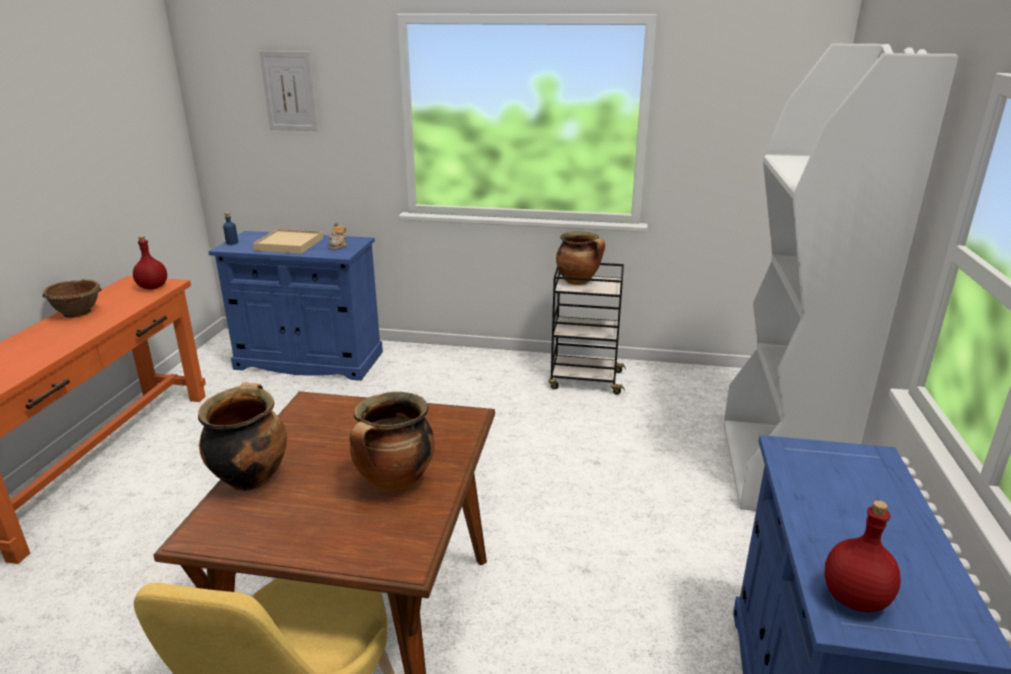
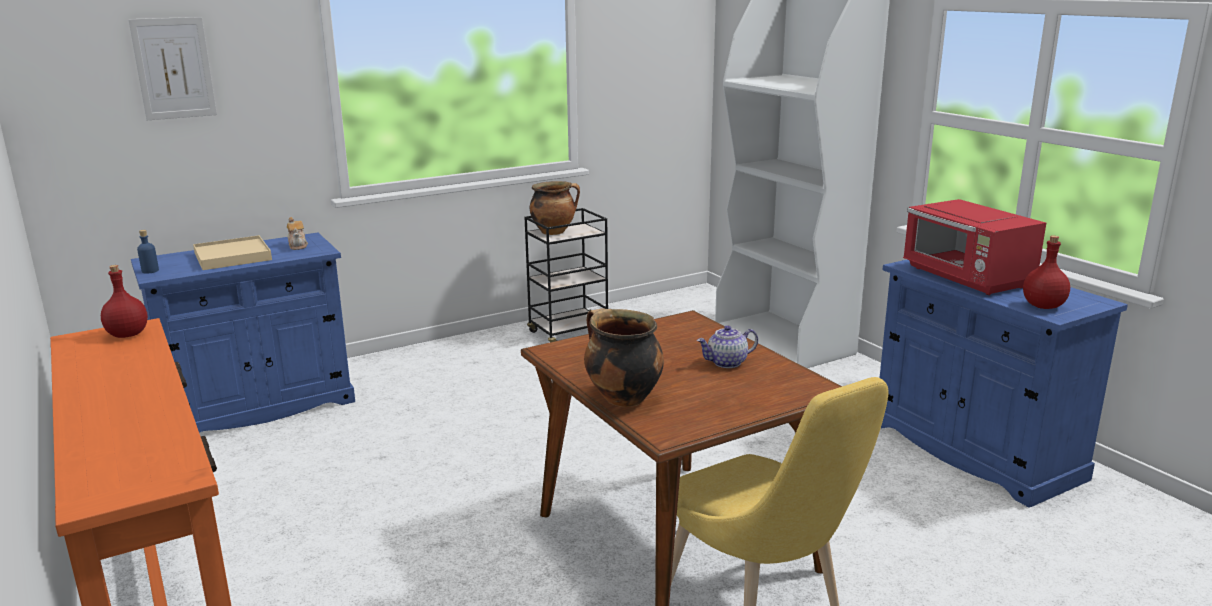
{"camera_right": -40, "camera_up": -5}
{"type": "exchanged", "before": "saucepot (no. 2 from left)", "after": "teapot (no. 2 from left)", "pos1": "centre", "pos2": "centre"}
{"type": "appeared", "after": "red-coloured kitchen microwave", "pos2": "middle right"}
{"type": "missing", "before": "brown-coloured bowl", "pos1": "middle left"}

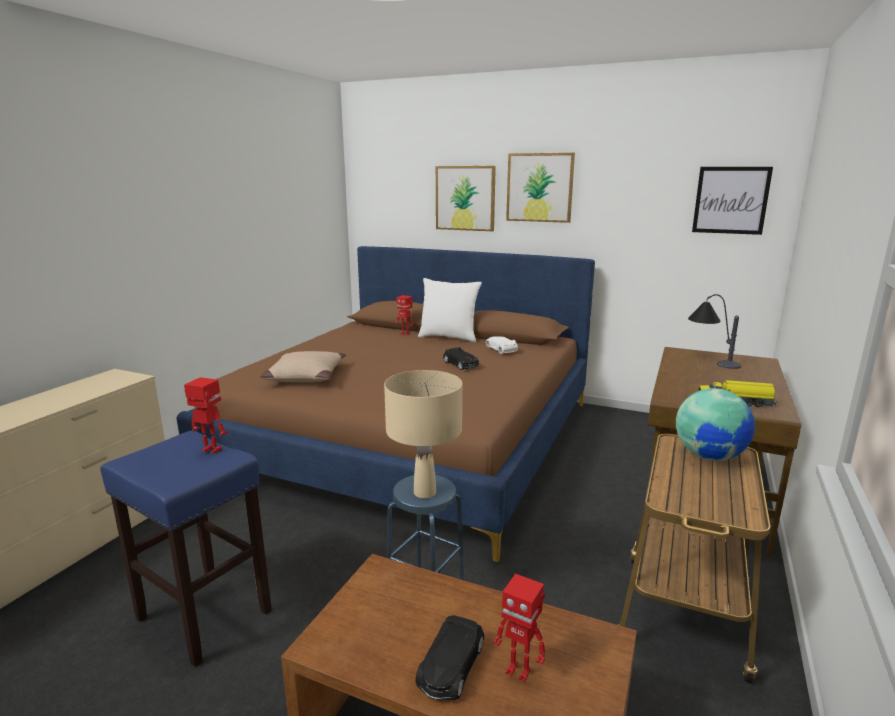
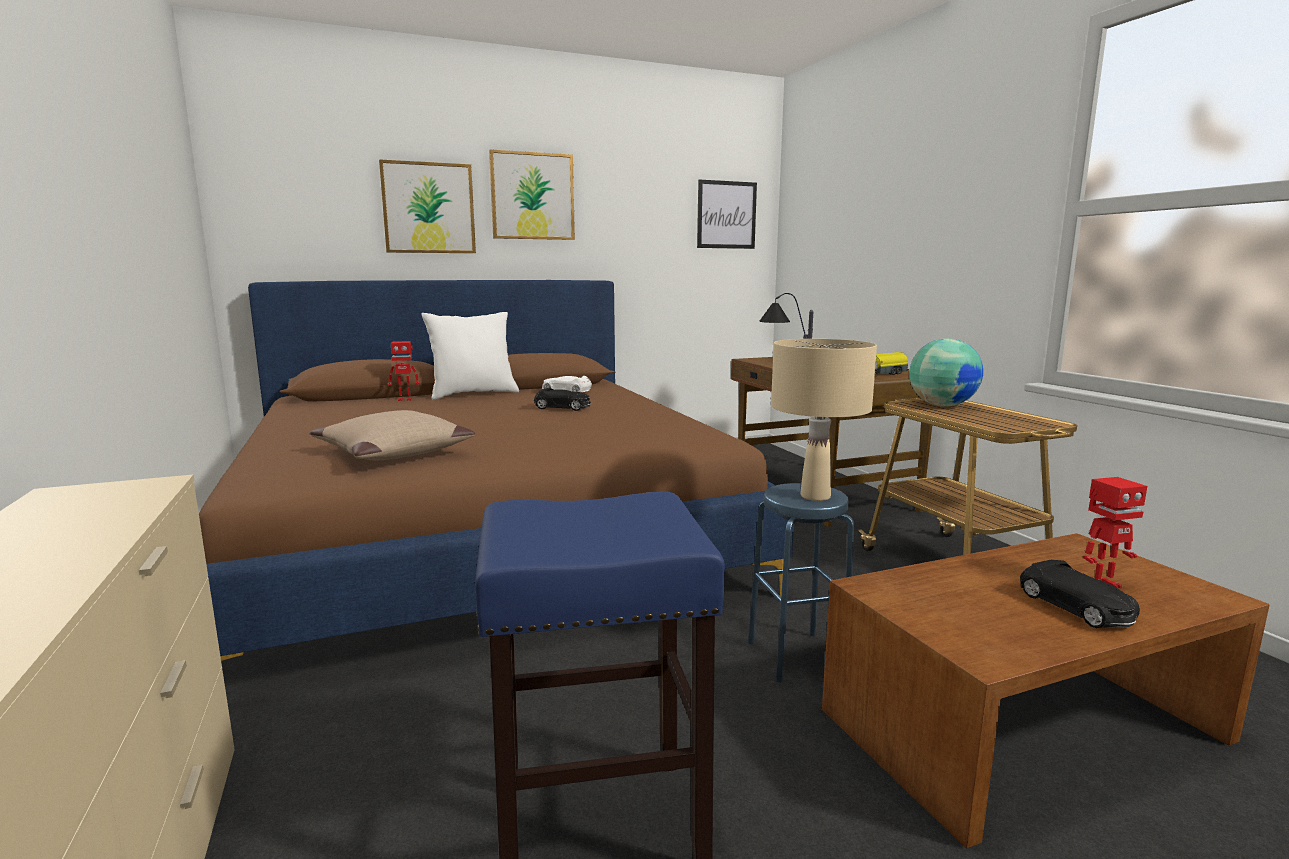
{"camera_right": -45, "camera_up": -5}
{"type": "missing", "before": "model robot (no. 1 from left)", "pos1": "middle left"}

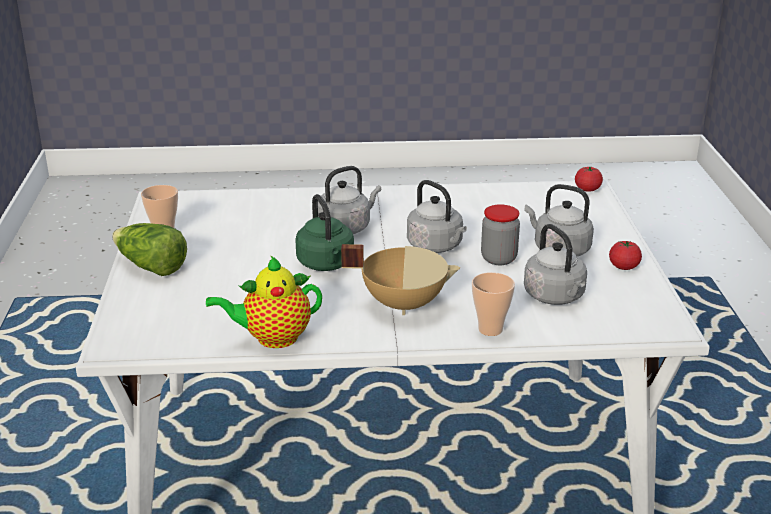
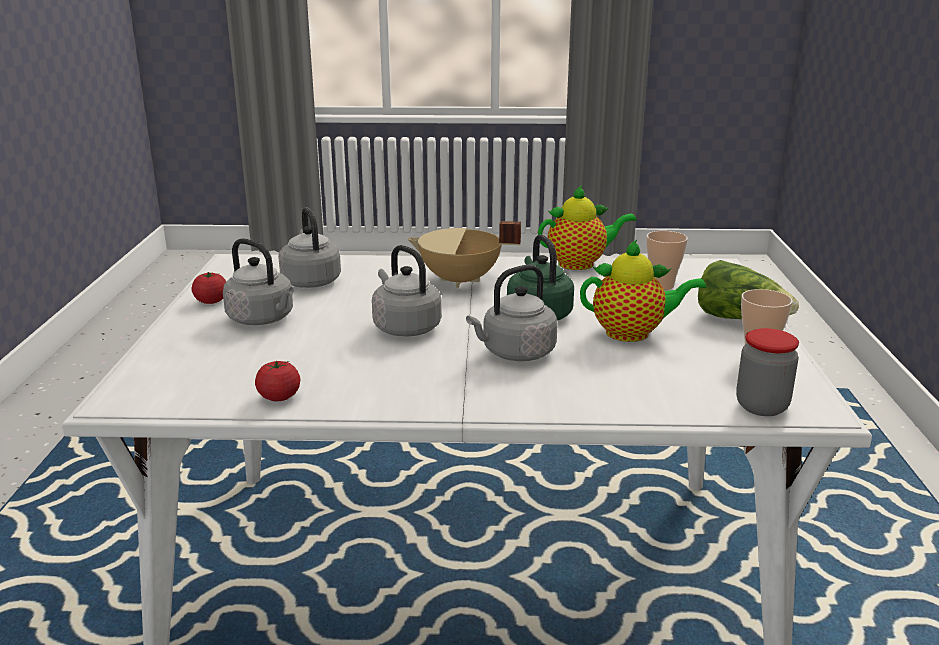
{"camera_right": -175, "camera_up": -5}
{"type": "relocated", "before": "tomato (no. 1 from left in the first image)", "after": "tomato (no. 2 from left)", "pos1": "middle right", "pos2": "middle left"}
{"type": "appeared", "after": "teapot (no. 2 from left)", "pos2": "middle right"}
{"type": "relocated", "before": "cup (no. 2 from left in the first image)", "after": "cup (no. 1 from left)", "pos1": "centre", "pos2": "middle right"}
{"type": "relocated", "before": "jar", "pos1": "centre", "pos2": "middle right"}

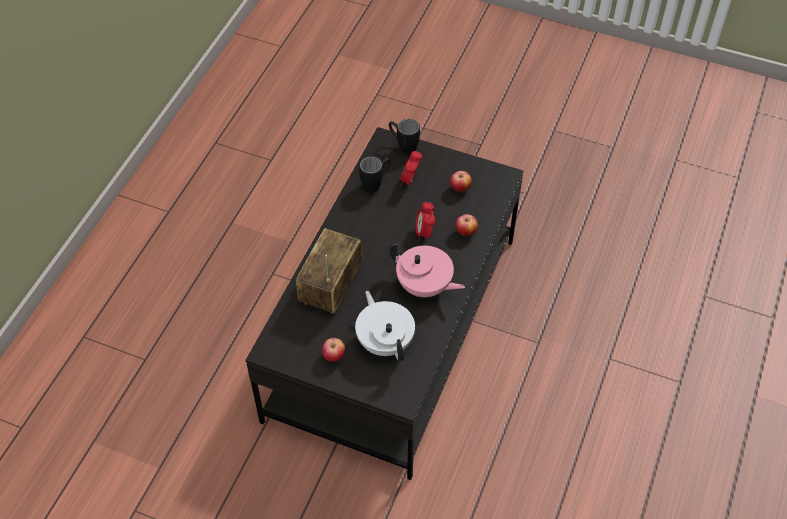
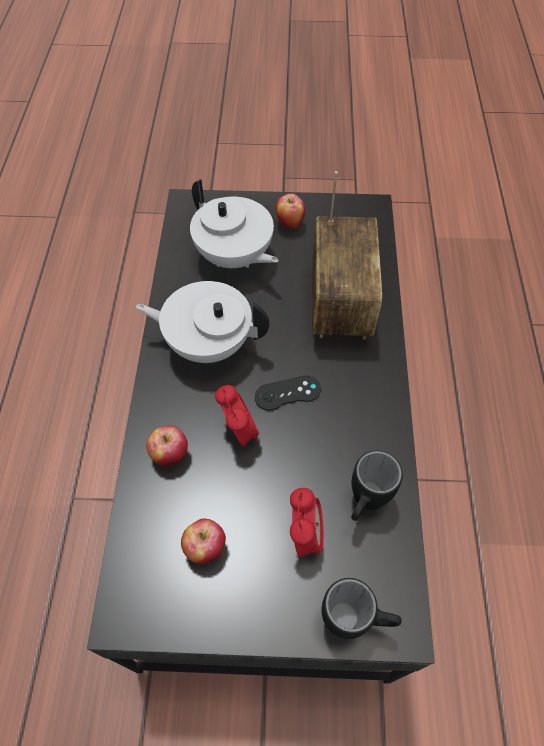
{"camera_right": 160, "camera_up": 5}
{"type": "colour", "before": "pinkish teapot", "after": "white teapot (no. 1 from left)", "pos1": "centre", "pos2": "centre"}
{"type": "appeared", "after": "black gamepad", "pos2": "centre"}

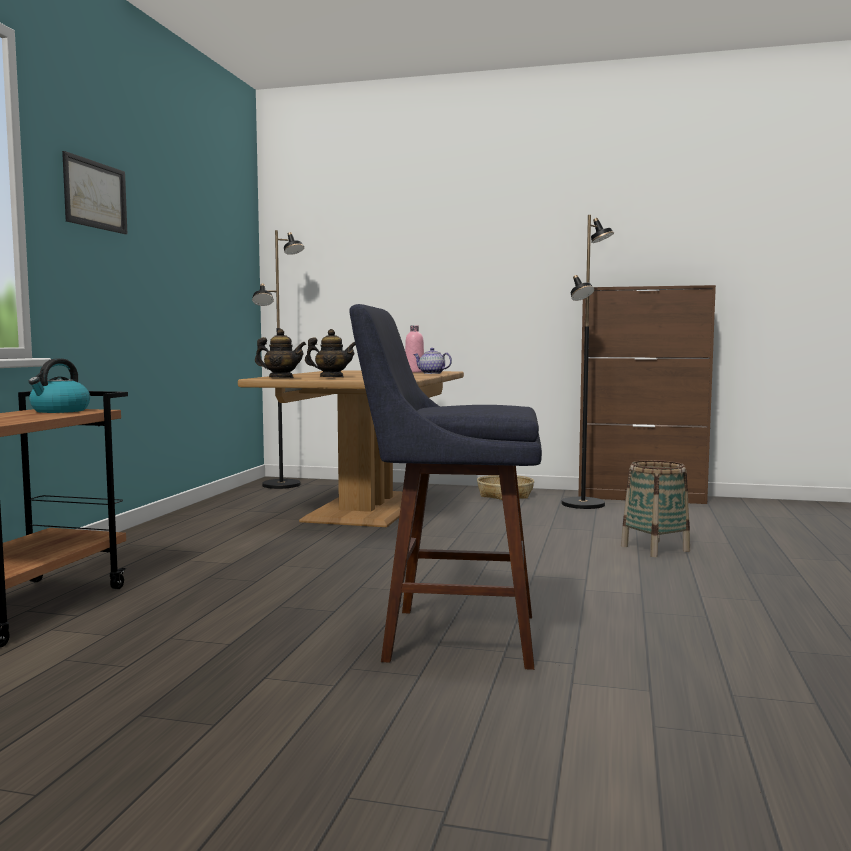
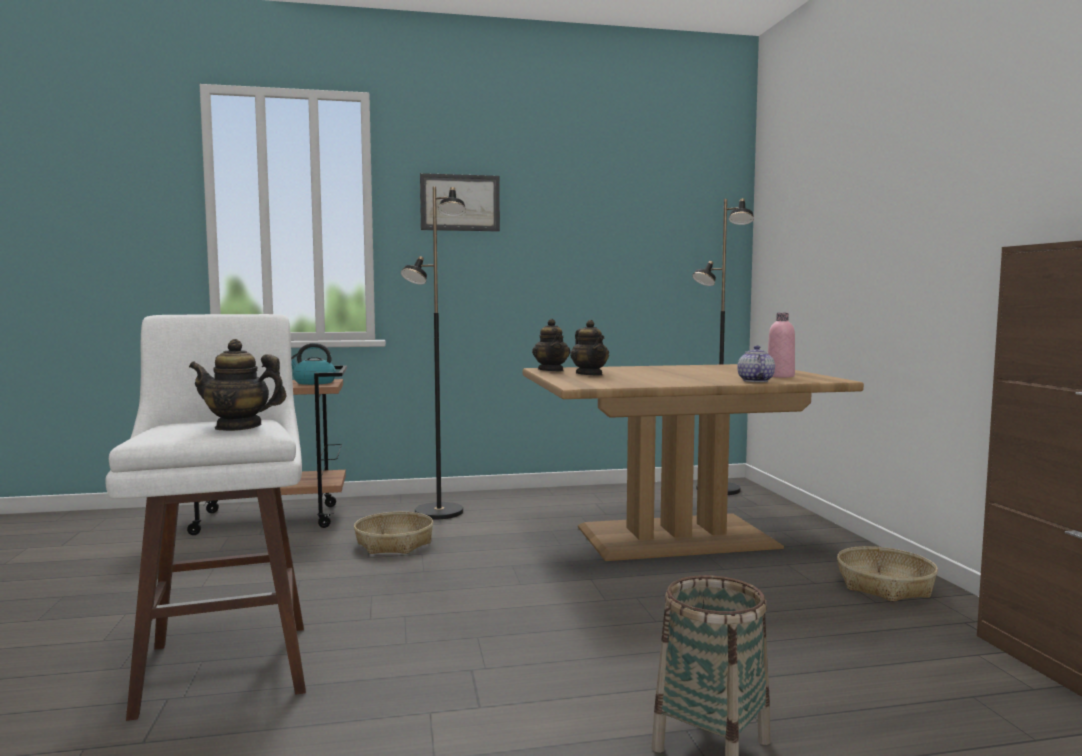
{"camera_right": 65, "camera_up": 0}
{"type": "colour", "before": "blue stool seat", "after": "white stool seat", "pos1": "centre", "pos2": "bottom left"}
{"type": "appeared", "after": "teapot (no. 1 from left)", "pos2": "middle left"}
{"type": "appeared", "after": "household basket (no. 1 from left)", "pos2": "bottom centre"}
{"type": "relocated", "before": "black standard lamp (no. 2 from left in the first image)", "after": "black standard lamp (no. 1 from left)", "pos1": "middle right", "pos2": "centre"}

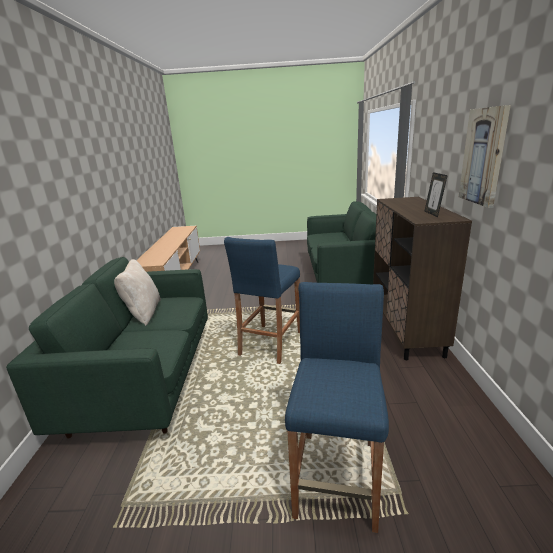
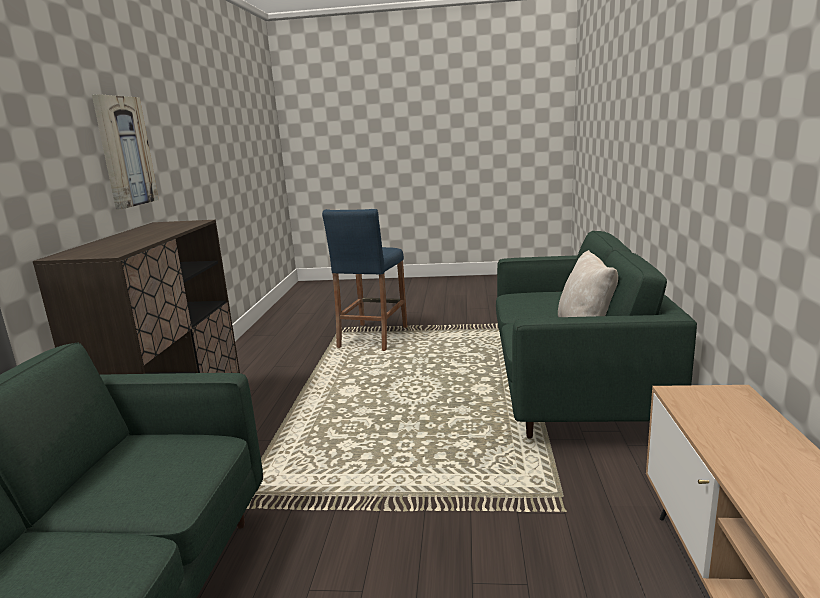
{"camera_right": -175, "camera_up": -5}
{"type": "missing", "before": "blue stool seat (no. 1 from left)", "pos1": "centre"}
{"type": "missing", "before": "photo frame", "pos1": "middle right"}

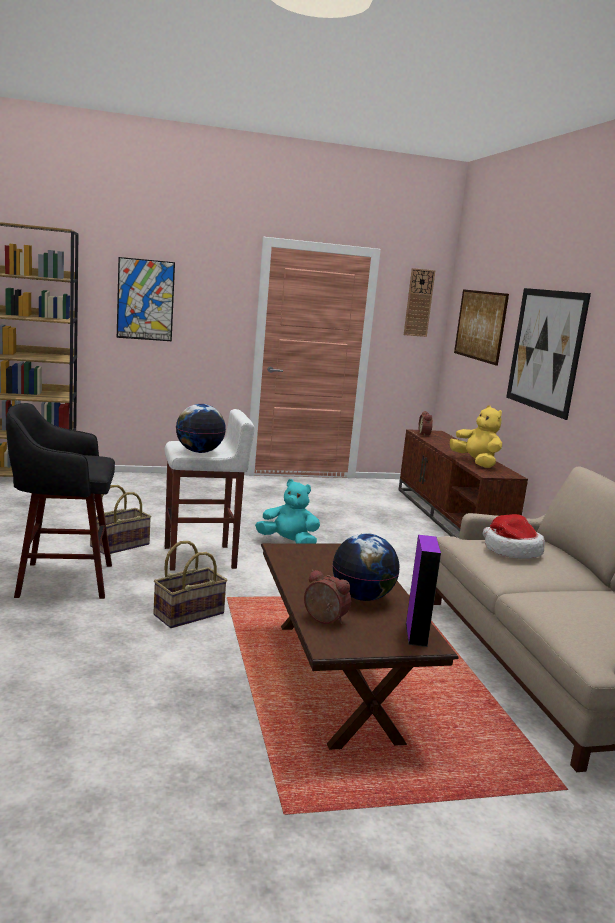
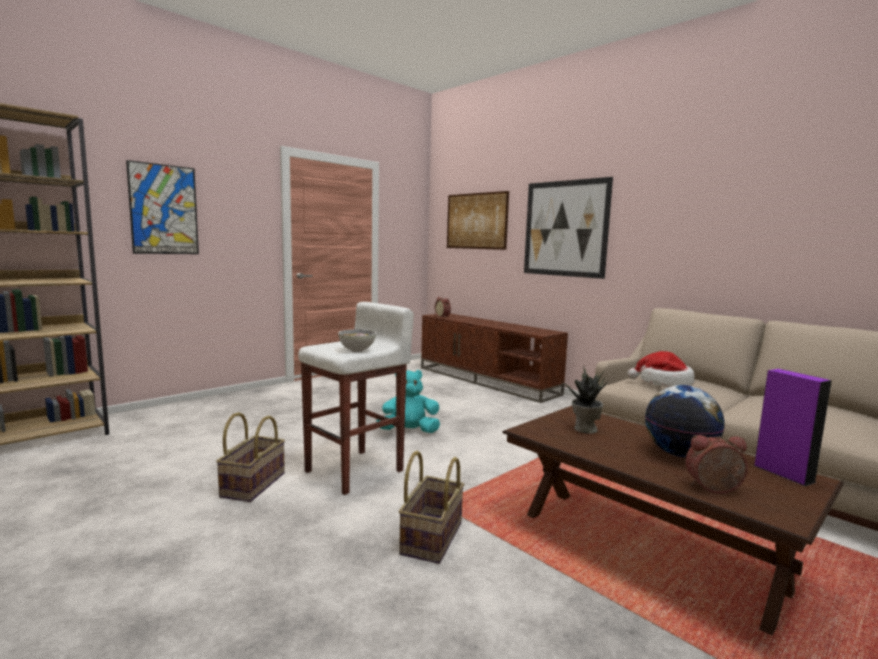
{"camera_right": -30, "camera_up": -5}
{"type": "exchanged", "before": "world globe (no. 1 from left)", "after": "bowl", "pos1": "middle left", "pos2": "centre"}
{"type": "appeared", "after": "potted plant", "pos2": "middle right"}
{"type": "missing", "before": "black stool seat", "pos1": "middle left"}
{"type": "missing", "before": "wall clock", "pos1": "top right"}
{"type": "missing", "before": "yellowish cuddly toy", "pos1": "middle right"}

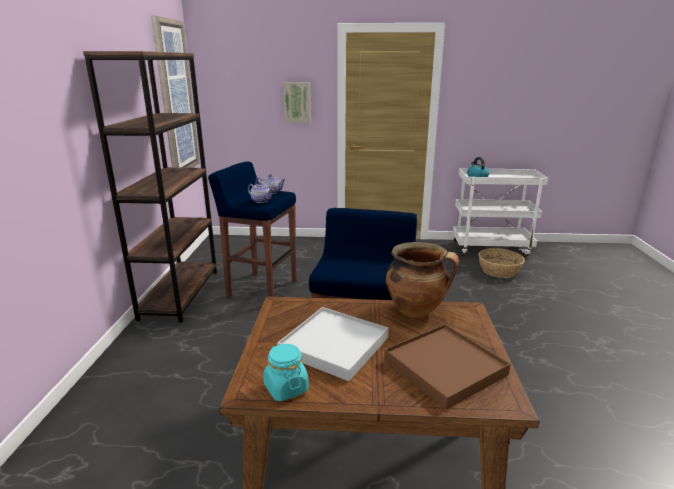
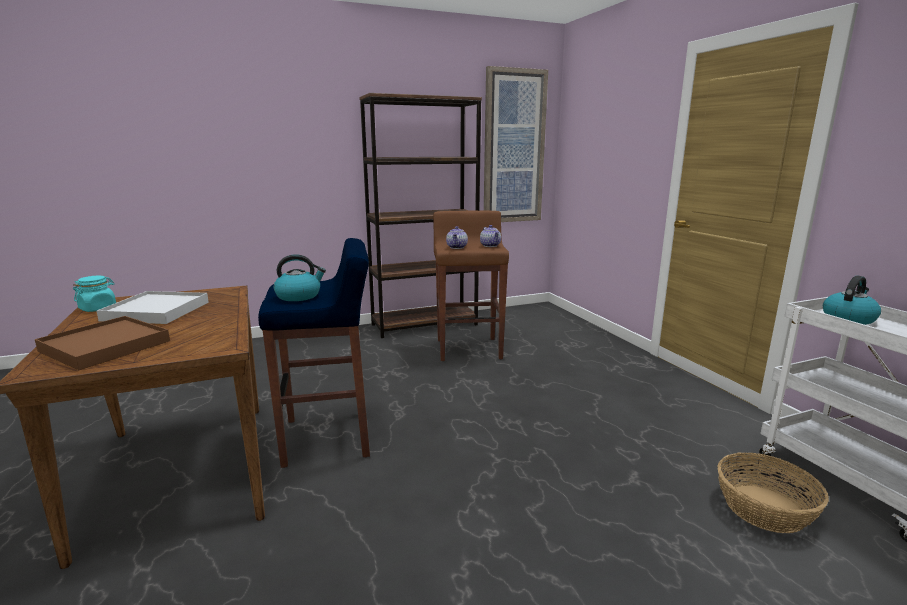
{"camera_right": 65, "camera_up": -5}
{"type": "appeared", "after": "kettle (no. 1 from left)", "pos2": "middle left"}
{"type": "colour", "before": "blue stool seat (no. 1 from left)", "after": "brown-coloured stool seat", "pos1": "centre", "pos2": "centre"}
{"type": "missing", "before": "wall picture (no. 2 from left)", "pos1": "top centre"}
{"type": "missing", "before": "saucepot", "pos1": "centre"}

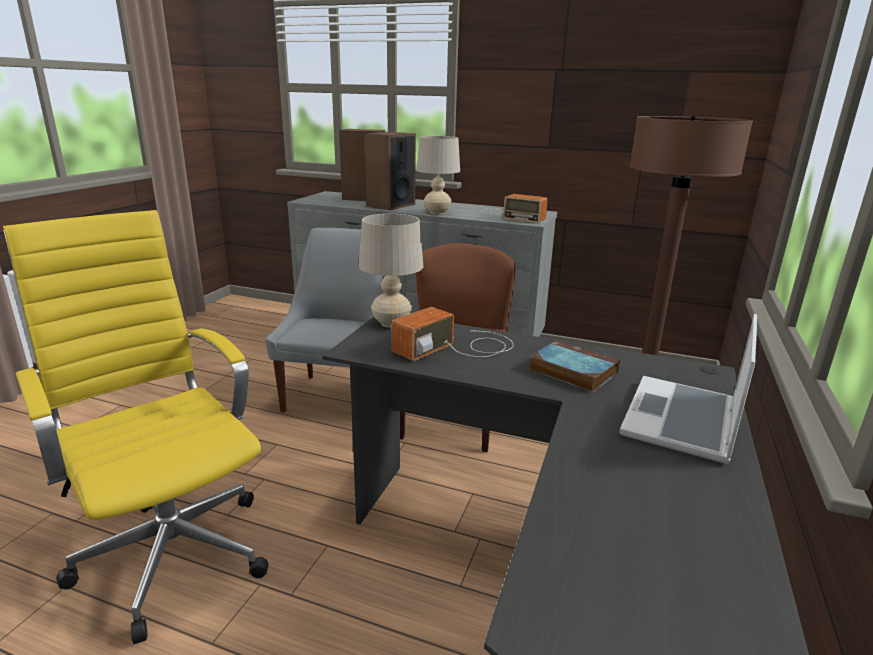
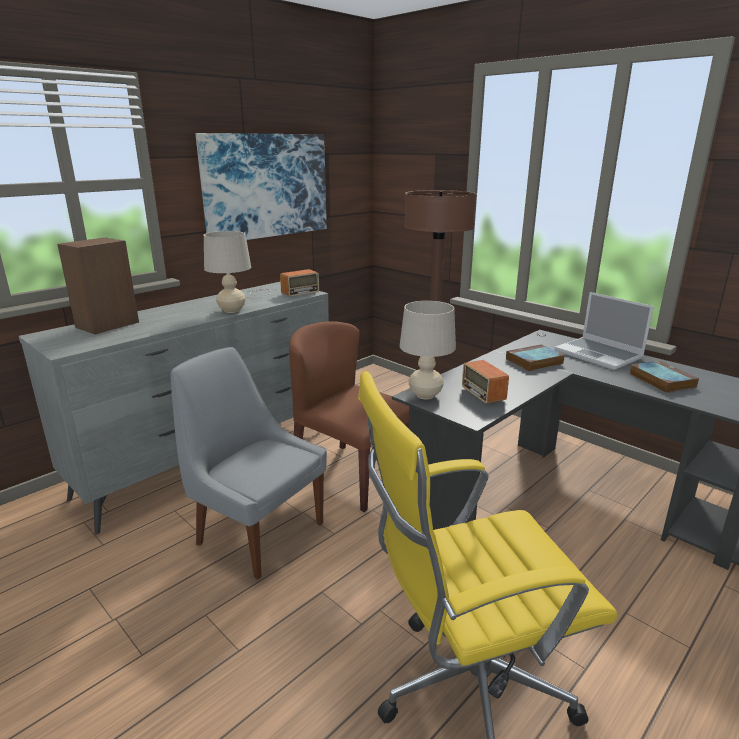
{"camera_right": -65, "camera_up": 0}
{"type": "appeared", "after": "wall picture", "pos2": "top centre"}
{"type": "appeared", "after": "volume (no. 2 from left)", "pos2": "middle right"}
{"type": "missing", "before": "loudspeaker (no. 2 from left)", "pos1": "top centre"}

